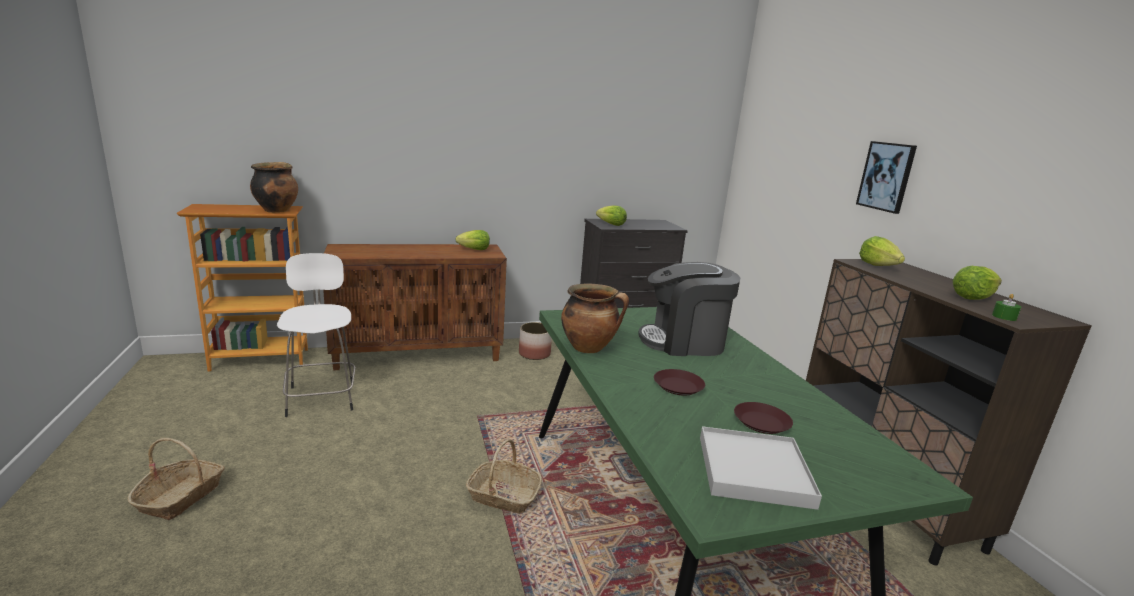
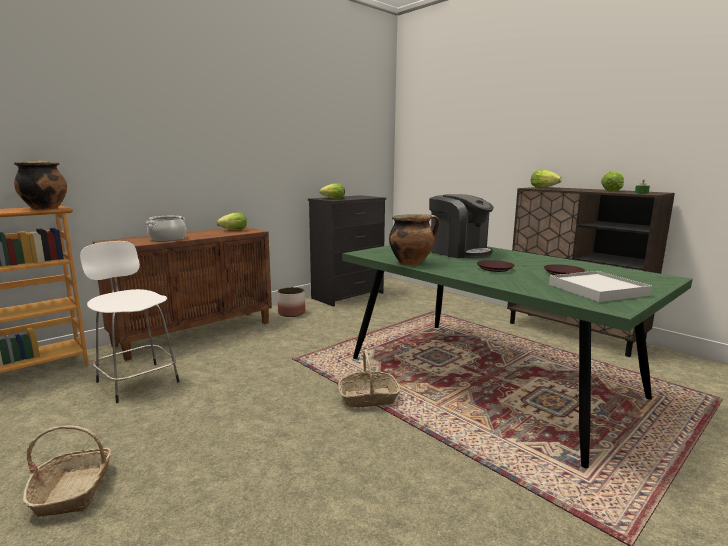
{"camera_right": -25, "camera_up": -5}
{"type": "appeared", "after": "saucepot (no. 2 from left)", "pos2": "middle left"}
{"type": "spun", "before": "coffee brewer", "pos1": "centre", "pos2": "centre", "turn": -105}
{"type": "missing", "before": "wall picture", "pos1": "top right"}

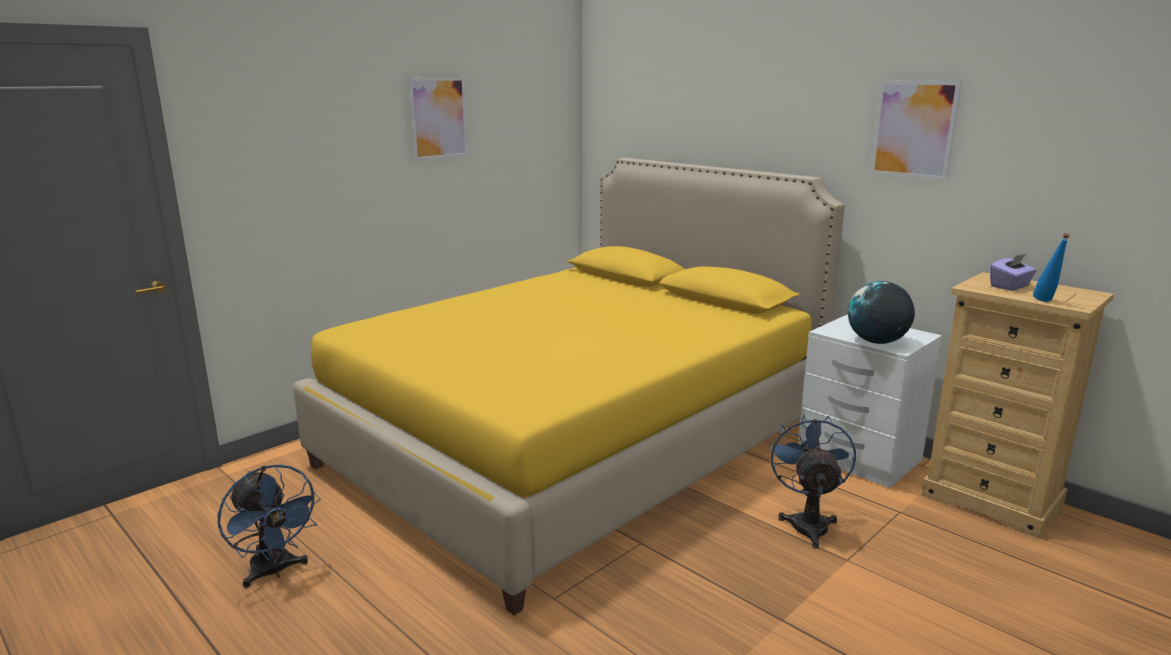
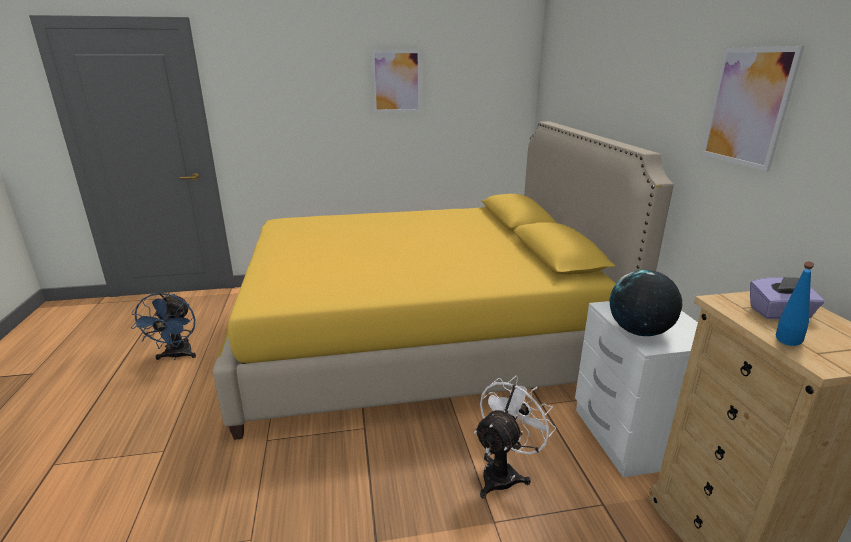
{"camera_right": 35, "camera_up": 5}
{"type": "colour", "before": "blue electric fan (no. 2 from left)", "after": "white electric fan", "pos1": "bottom right", "pos2": "bottom centre"}

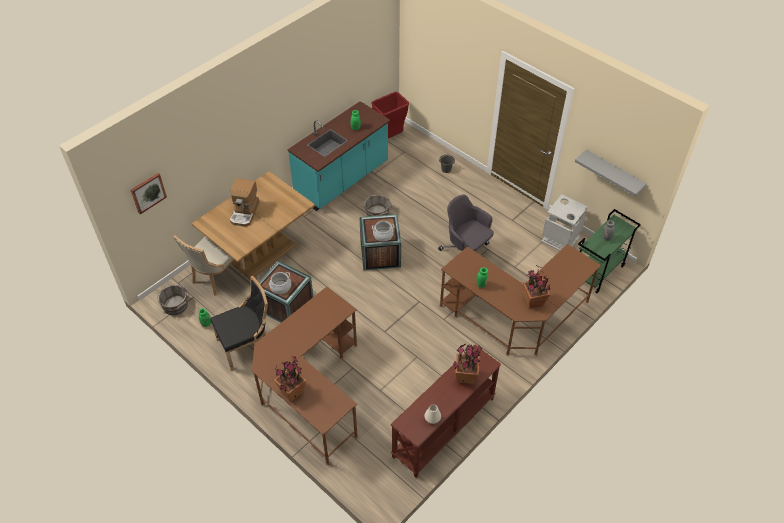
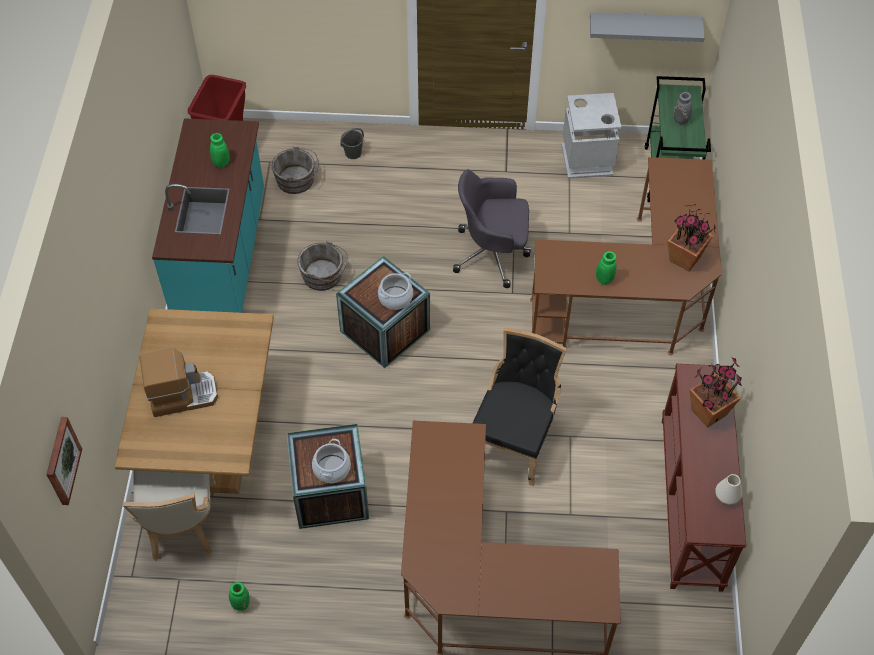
{"camera_right": -40, "camera_up": 5}
{"type": "spun", "before": "coffee brewer", "pos1": "middle left", "pos2": "middle left", "turn": -75}
{"type": "relocated", "before": "grey pail (no. 1 from left)", "pos1": "middle left", "pos2": "top centre"}
{"type": "relocated", "before": "black chair", "pos1": "middle left", "pos2": "centre"}
{"type": "missing", "before": "potted plant (no. 1 from left)", "pos1": "bottom centre"}

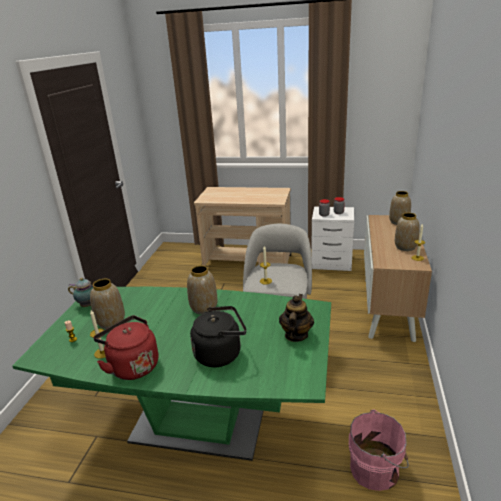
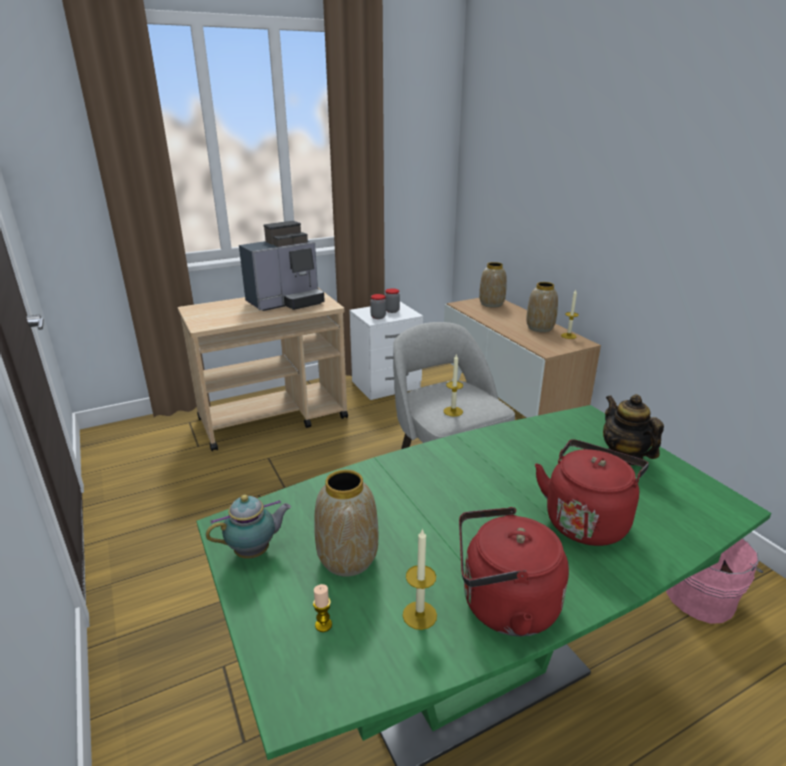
{"camera_right": -40, "camera_up": 0}
{"type": "appeared", "after": "coffee brewer", "pos2": "centre"}
{"type": "colour", "before": "black kettle", "after": "red-coloured kettle (no. 2 from left)", "pos1": "bottom centre", "pos2": "middle right"}
{"type": "missing", "before": "flower vase (no. 2 from left)", "pos1": "centre"}

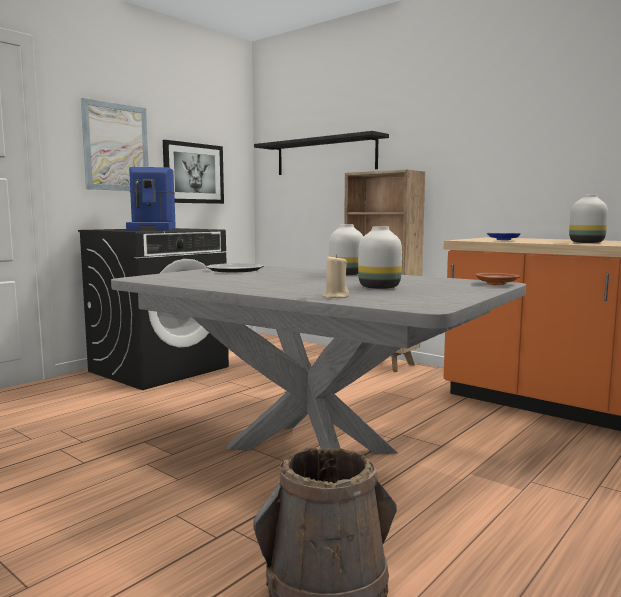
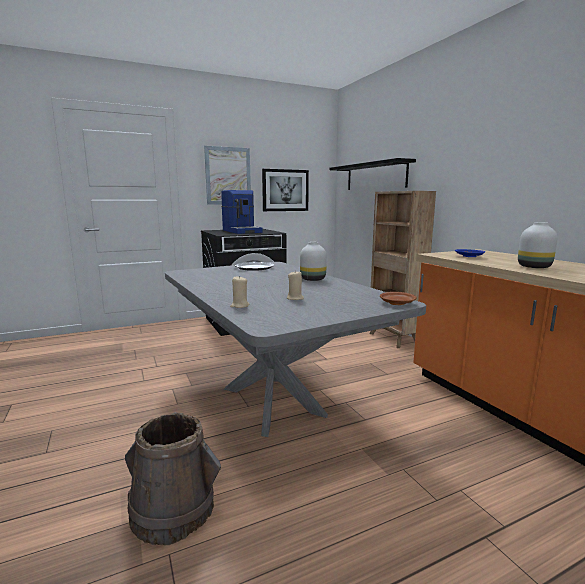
{"camera_right": 25, "camera_up": 5}
{"type": "spun", "before": "coffee brewer", "pos1": "middle left", "pos2": "centre", "turn": -45}
{"type": "exchanged", "before": "white flower vase (no. 2 from left)", "after": "beige-coloured wax candle (no. 2 from left)", "pos1": "centre", "pos2": "centre"}

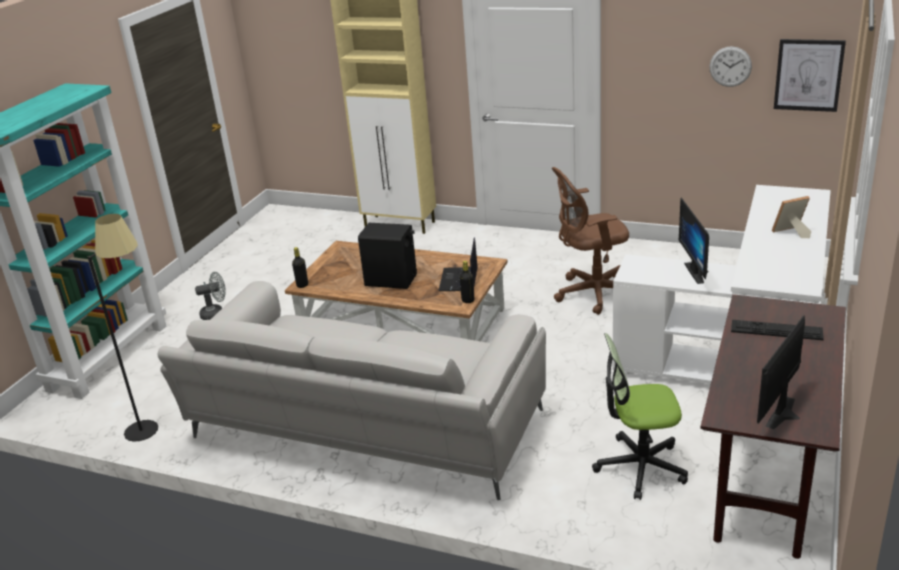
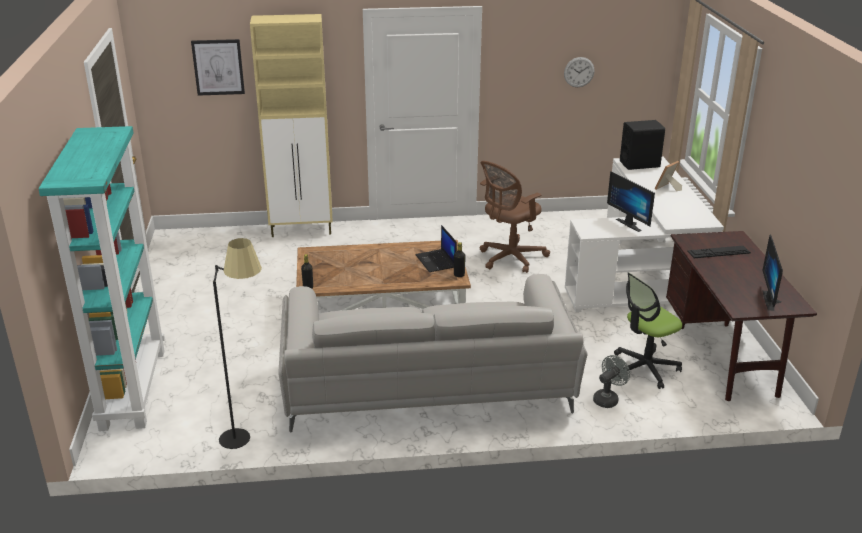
{"camera_right": -30, "camera_up": 0}
{"type": "relocated", "before": "wall picture", "pos1": "top right", "pos2": "top left"}
{"type": "relocated", "before": "grey electric fan", "pos1": "middle left", "pos2": "bottom right"}
{"type": "relocated", "before": "black loudspeaker", "pos1": "centre", "pos2": "top right"}

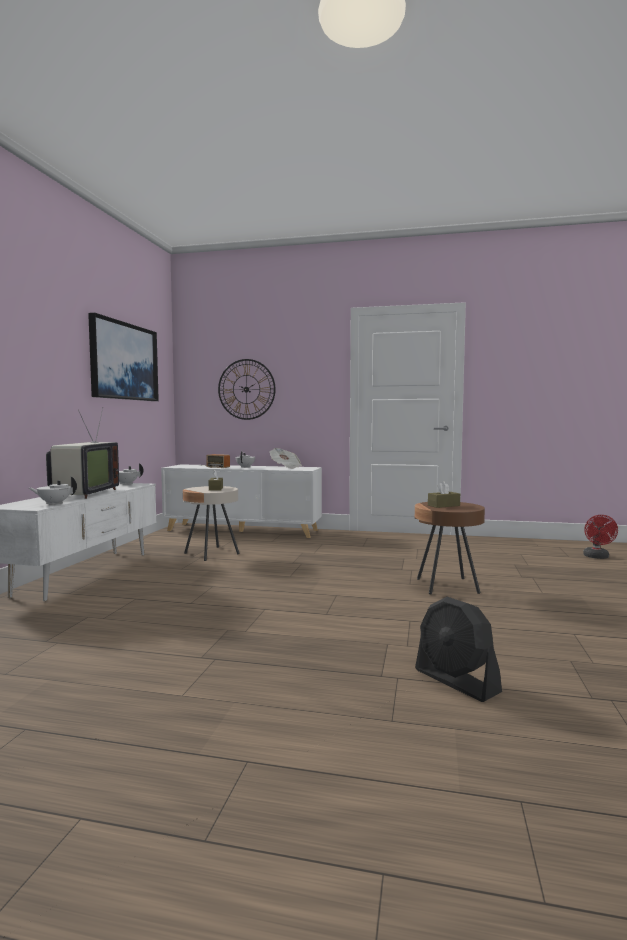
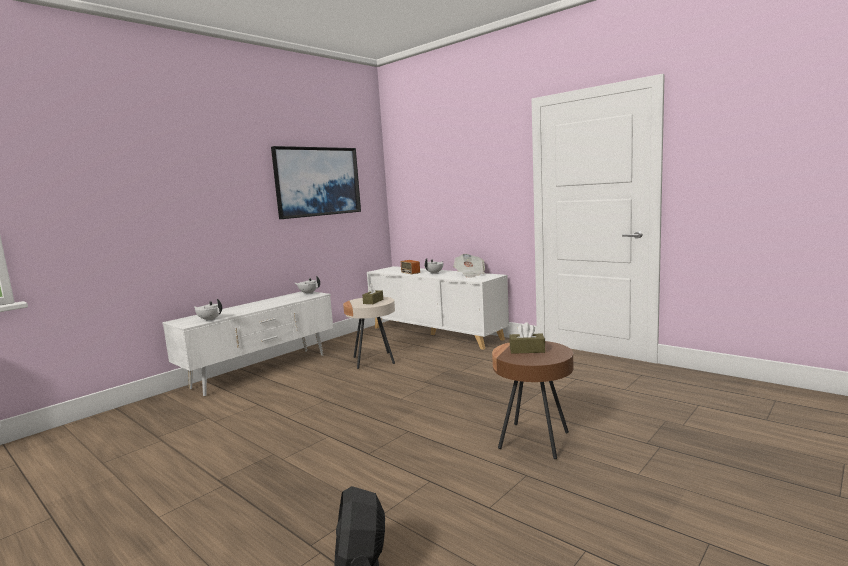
{"camera_right": 30, "camera_up": 5}
{"type": "missing", "before": "TV set", "pos1": "middle left"}
{"type": "missing", "before": "wall clock", "pos1": "centre"}
{"type": "missing", "before": "red-coloured electric fan", "pos1": "middle right"}

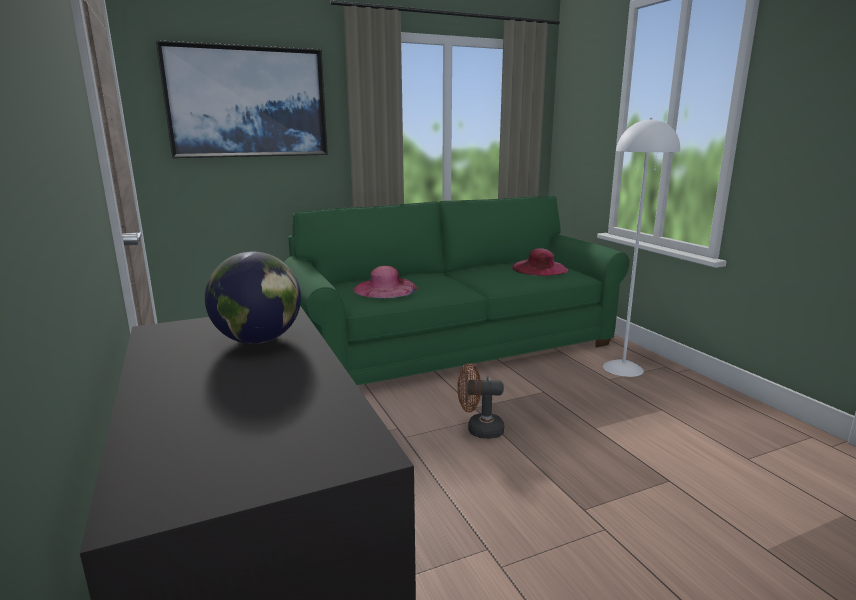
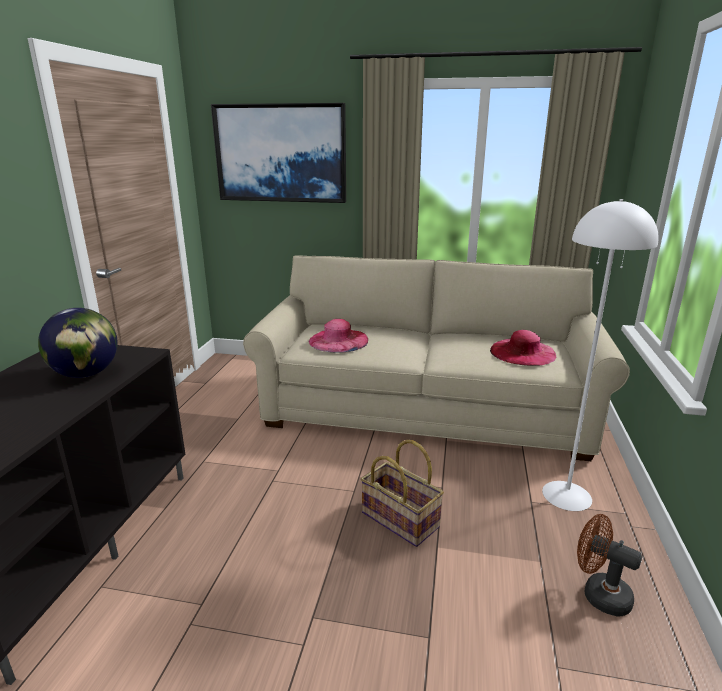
{"camera_right": 35, "camera_up": 5}
{"type": "colour", "before": "green-coloured couch", "after": "beige-coloured couch", "pos1": "centre", "pos2": "centre"}
{"type": "appeared", "after": "household basket", "pos2": "bottom centre"}
{"type": "relocated", "before": "brown-coloured electric fan", "pos1": "bottom centre", "pos2": "bottom right"}

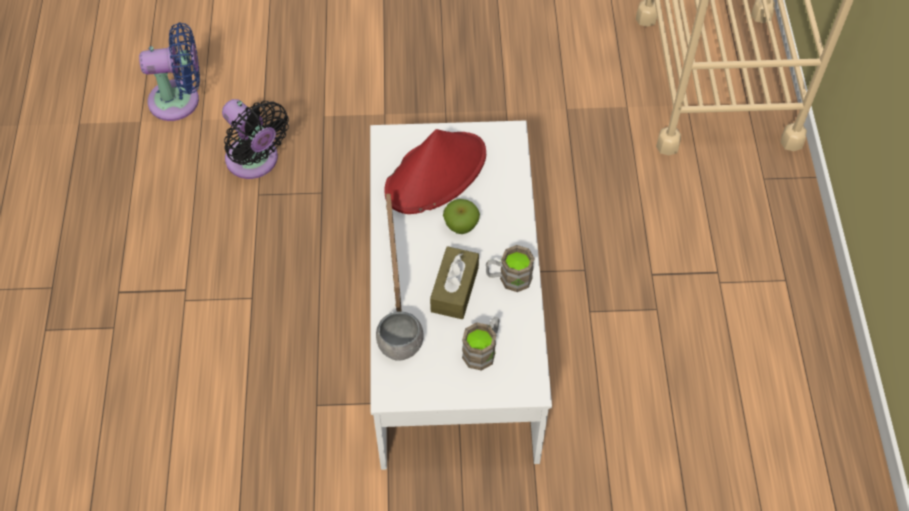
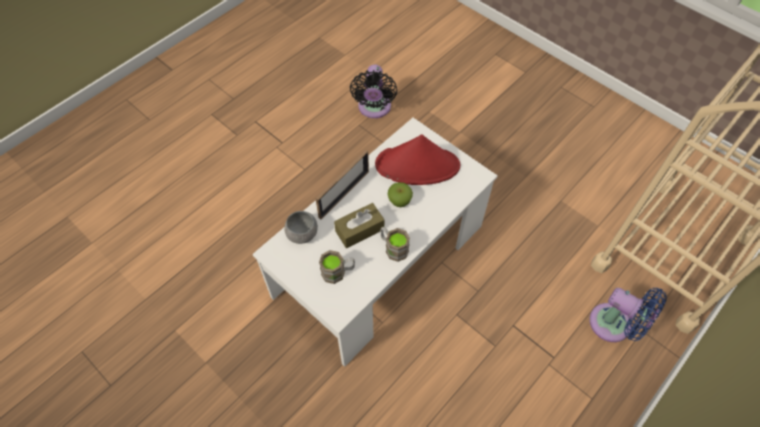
{"camera_right": 45, "camera_up": 0}
{"type": "relocated", "before": "blue electric fan", "pos1": "top left", "pos2": "bottom right"}

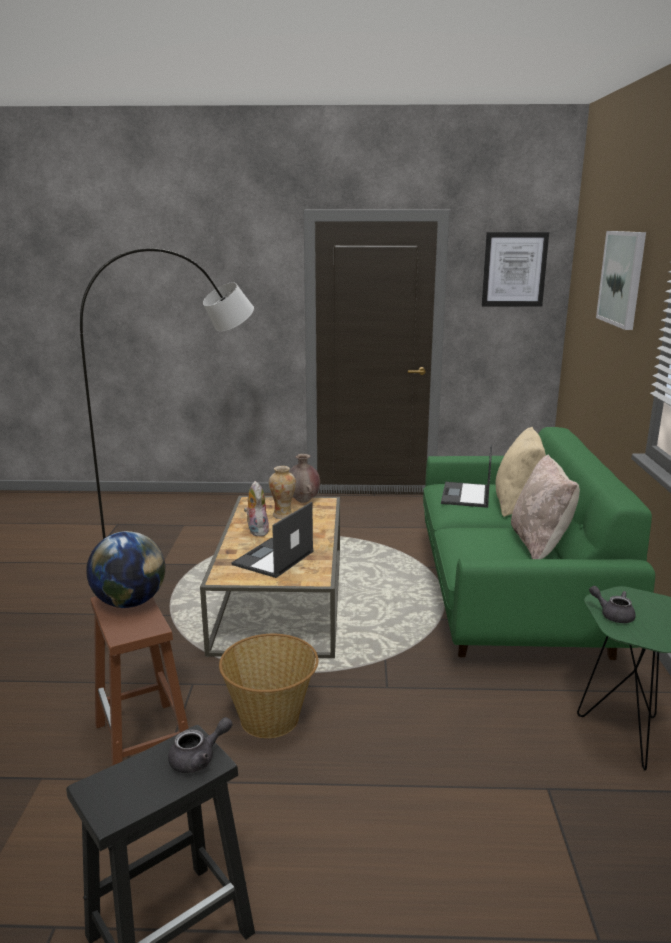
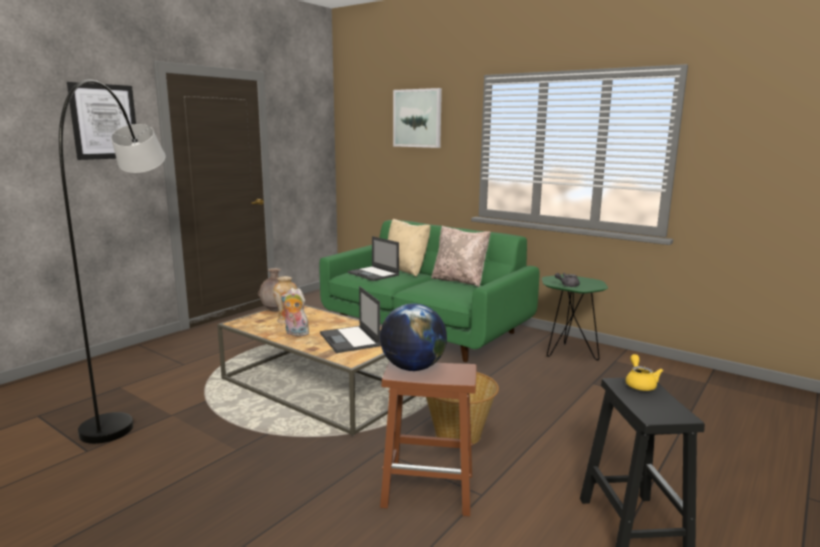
{"camera_right": -55, "camera_up": -5}
{"type": "relocated", "before": "wall picture (no. 1 from left)", "pos1": "top right", "pos2": "top left"}
{"type": "colour", "before": "grey teapot (no. 1 from left)", "after": "yellowish teapot", "pos1": "bottom left", "pos2": "bottom right"}

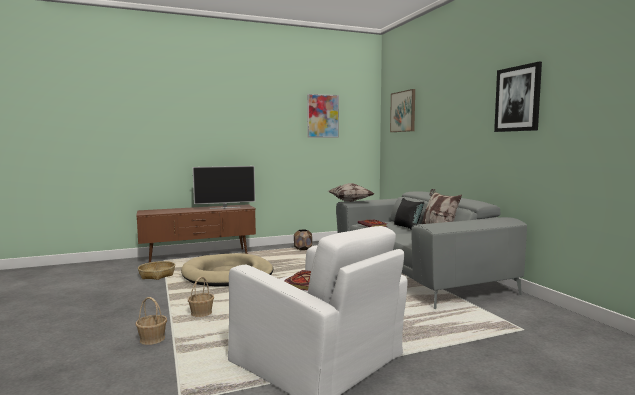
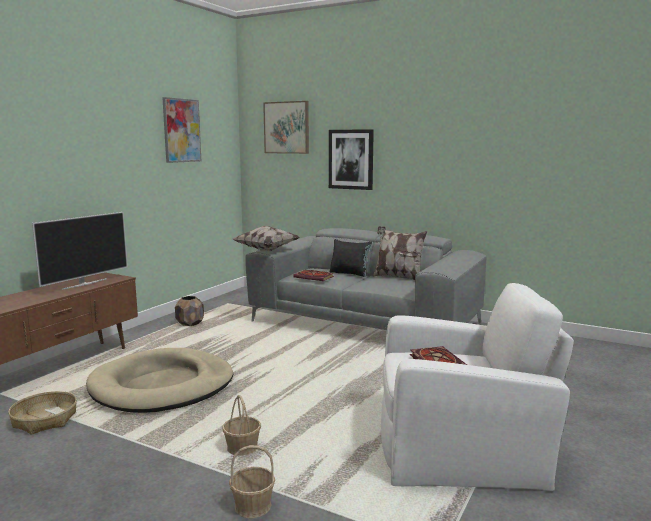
{"camera_right": -40, "camera_up": 5}
{"type": "relocated", "before": "wall picture (no. 3 from left)", "pos1": "top right", "pos2": "top centre"}

